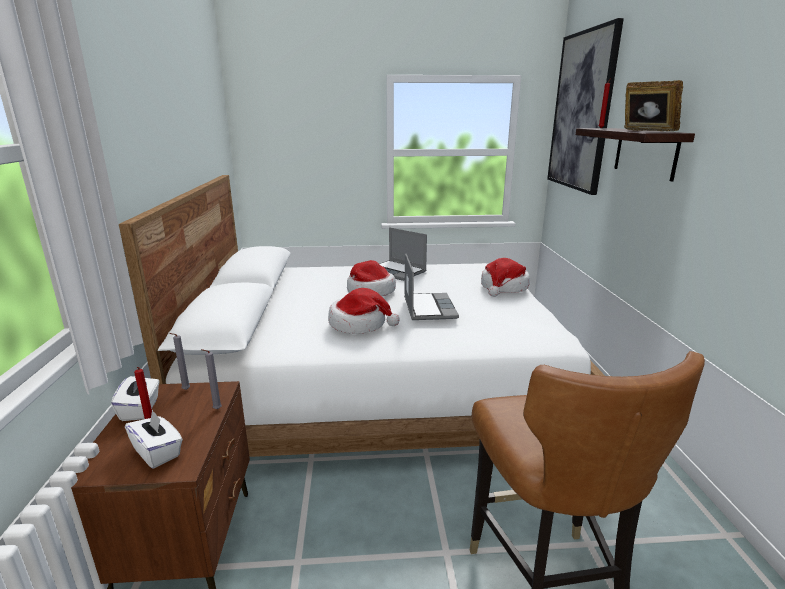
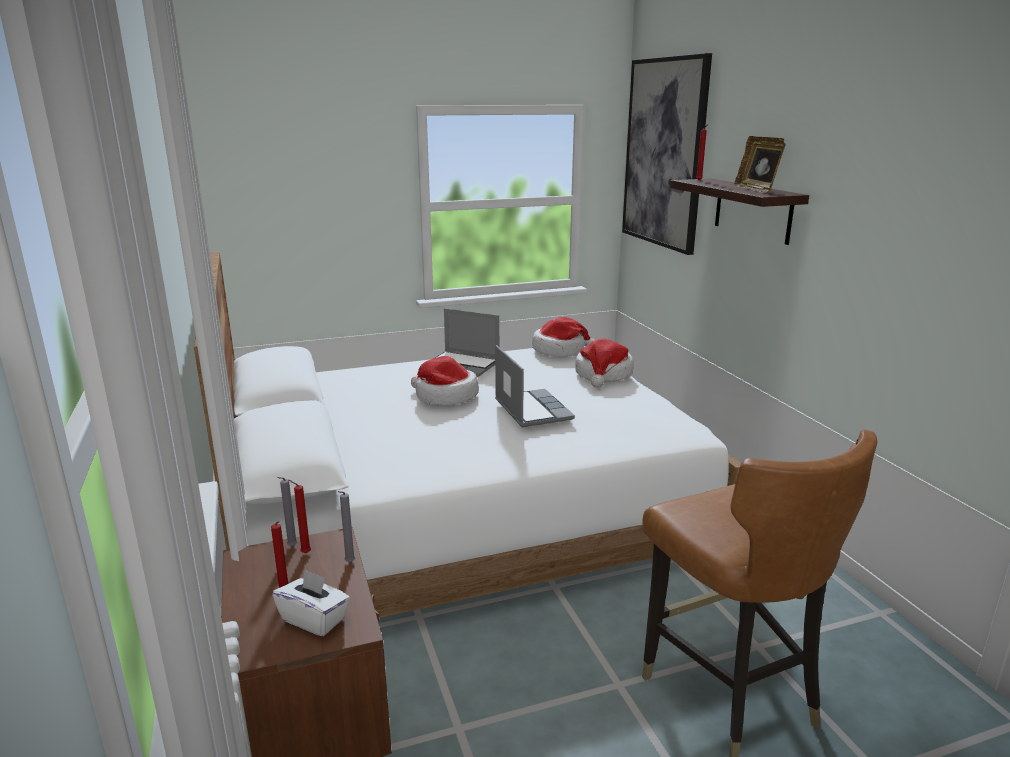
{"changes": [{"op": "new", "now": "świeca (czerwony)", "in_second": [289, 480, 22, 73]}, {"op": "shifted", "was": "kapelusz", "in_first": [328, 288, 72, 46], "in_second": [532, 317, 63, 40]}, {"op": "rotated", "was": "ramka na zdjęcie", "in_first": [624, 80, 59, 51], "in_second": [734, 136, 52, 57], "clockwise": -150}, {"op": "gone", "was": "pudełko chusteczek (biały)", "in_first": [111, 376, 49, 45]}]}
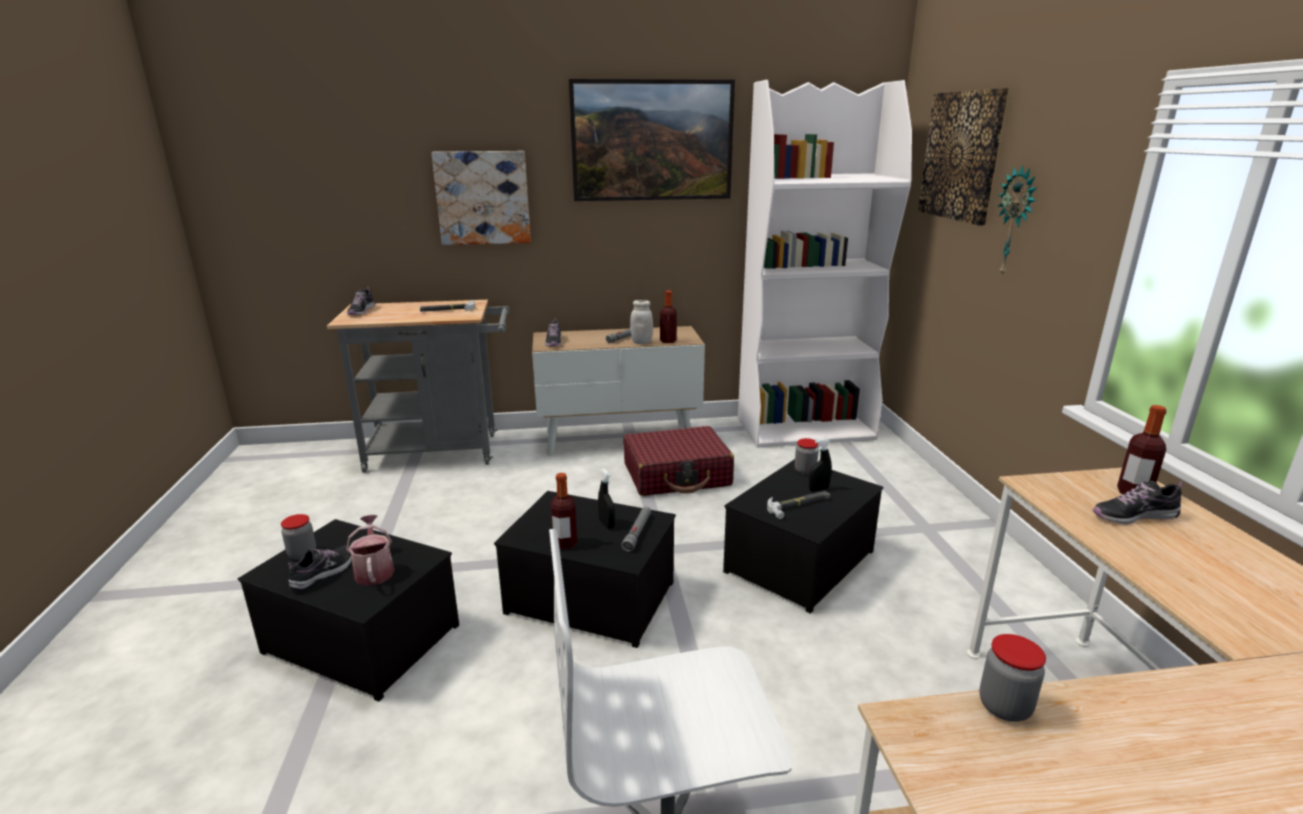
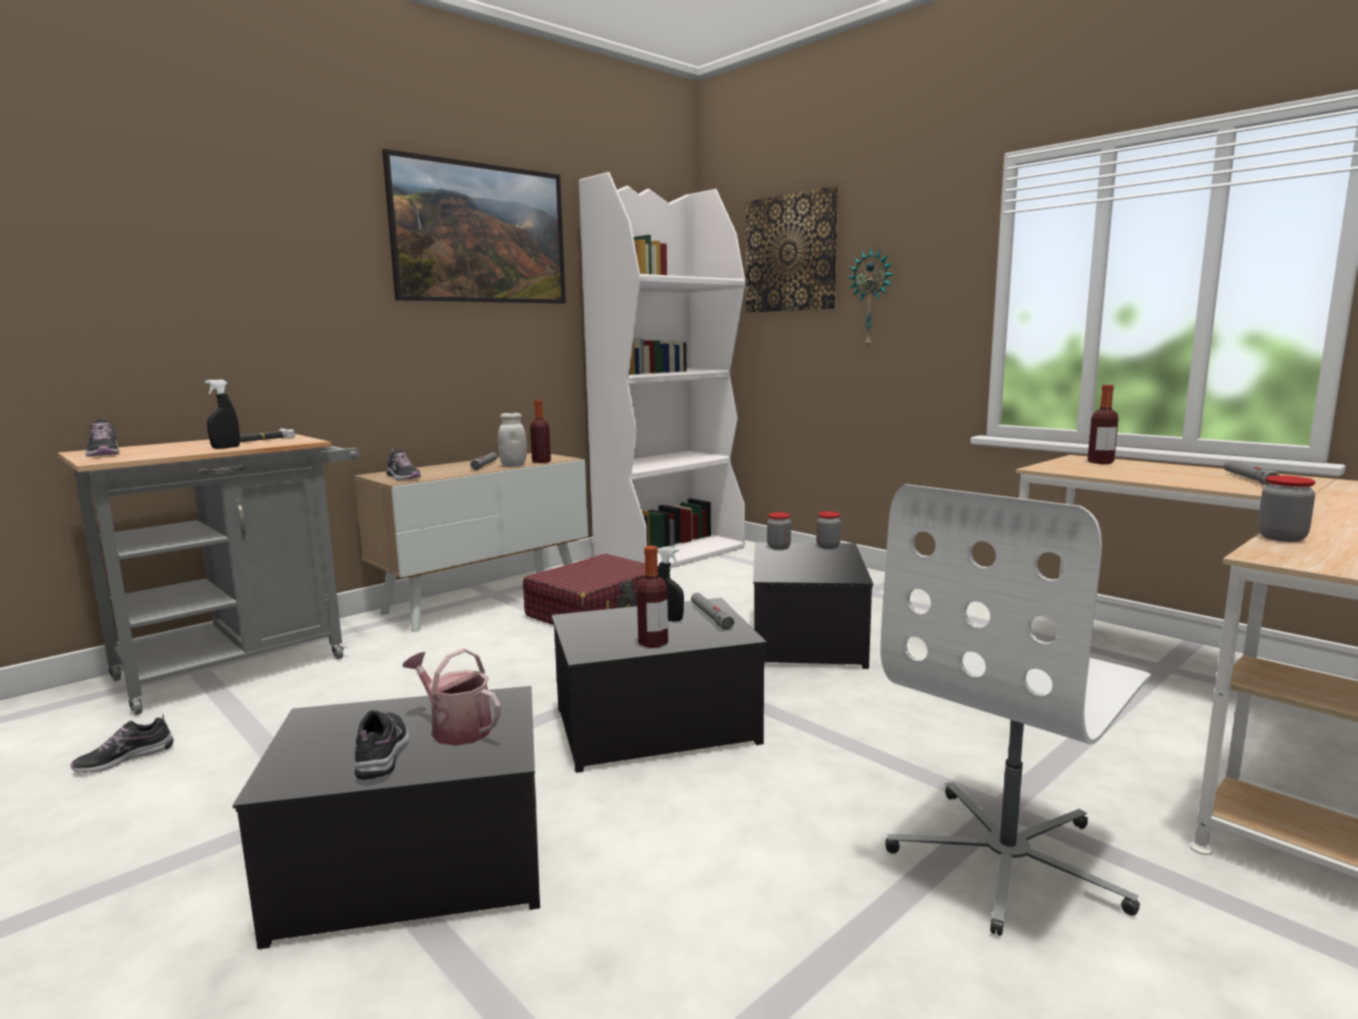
{"changes": [{"op": "shifted", "was": "but", "in_first": [1093, 481, 90, 44], "in_second": [71, 714, 103, 59]}, {"op": "shifted", "was": "spryskiwacz (czarny)", "in_first": [809, 439, 23, 52], "in_second": [205, 380, 35, 69]}, {"op": "shifted", "was": "słoik", "in_first": [281, 514, 35, 46], "in_second": [816, 511, 25, 38]}, {"op": "new", "now": "latarka (szary)", "in_second": [1224, 460, 55, 25]}, {"op": "gone", "was": "obraz", "in_first": [431, 151, 100, 94]}, {"op": "gone", "was": "młotek", "in_first": [767, 491, 63, 28]}]}
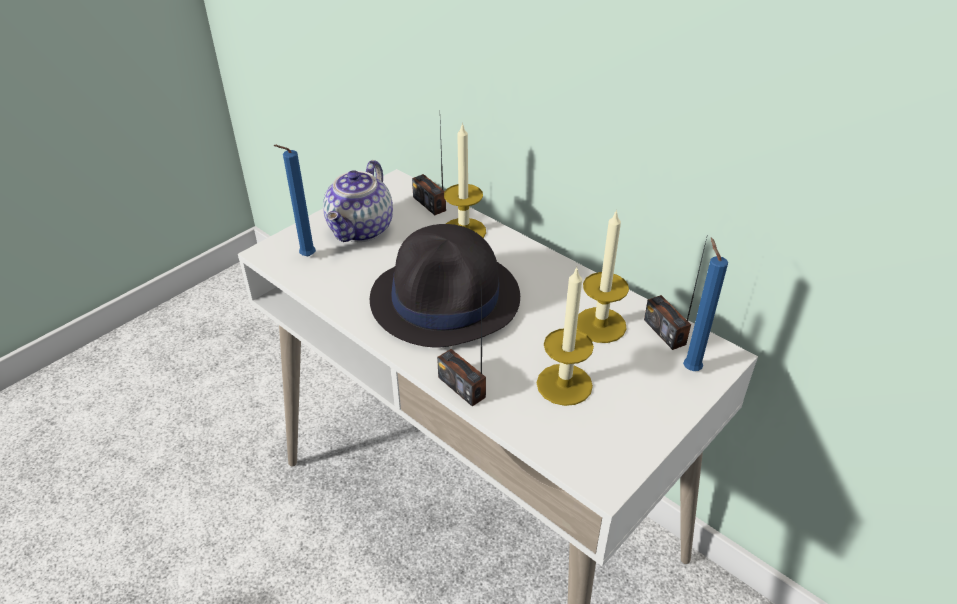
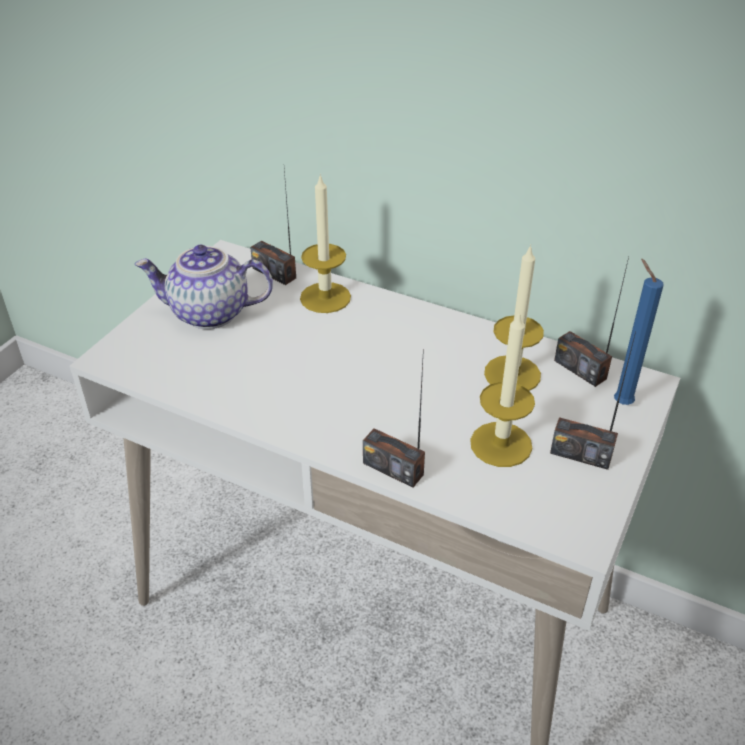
{"changes": [{"op": "rotated", "was": "imbryk", "in_first": [323, 160, 70, 82], "in_second": [135, 245, 138, 84], "clockwise": 90}, {"op": "new", "now": "radio", "in_second": [550, 331, 86, 139]}, {"op": "gone", "was": "świeca (niebieski)", "in_first": [273, 145, 43, 112]}, {"op": "gone", "was": "kapelusz (czarny)", "in_first": [370, 224, 150, 123]}]}
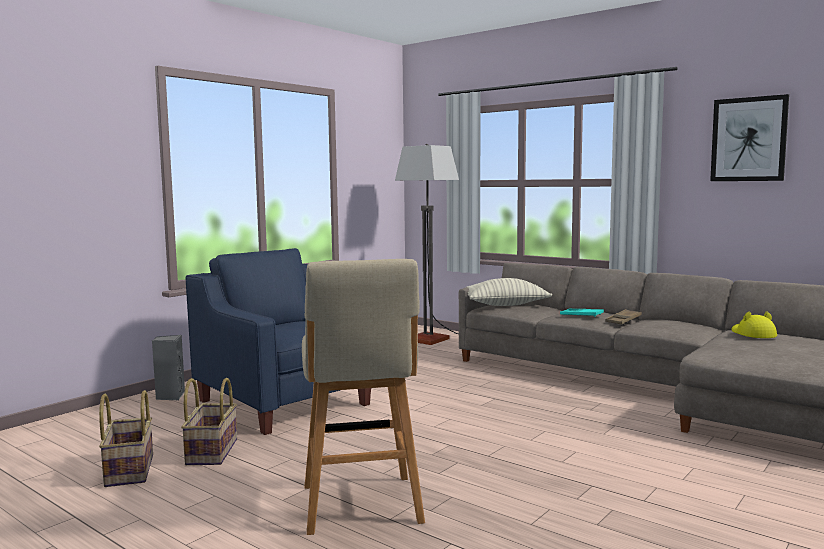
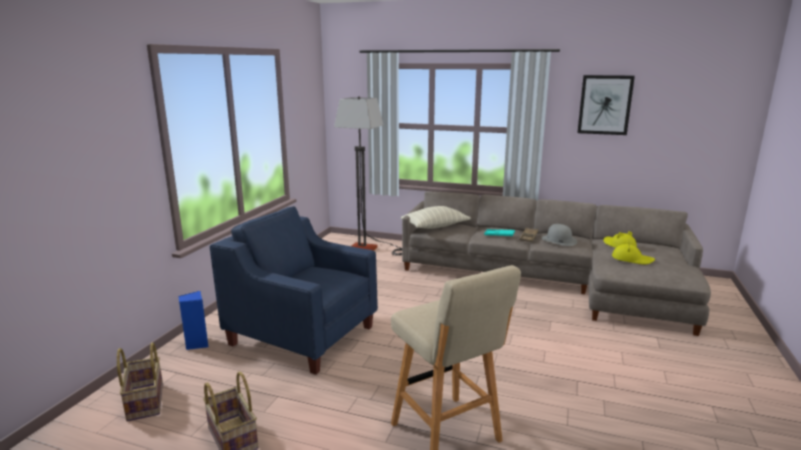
{"changes": [{"op": "shifted", "was": "koszyk", "in_first": [181, 378, 56, 87], "in_second": [117, 343, 46, 79]}, {"op": "repainted", "was": "głośnik (szary)", "now": "głośnik (niebieski)", "in_first": [152, 335, 33, 65], "in_second": [179, 291, 29, 59]}, {"op": "new", "now": "kapelusz (szary)", "in_second": [542, 224, 35, 22]}, {"op": "new", "now": "kapelusz (żółty)", "in_second": [612, 240, 43, 24]}]}
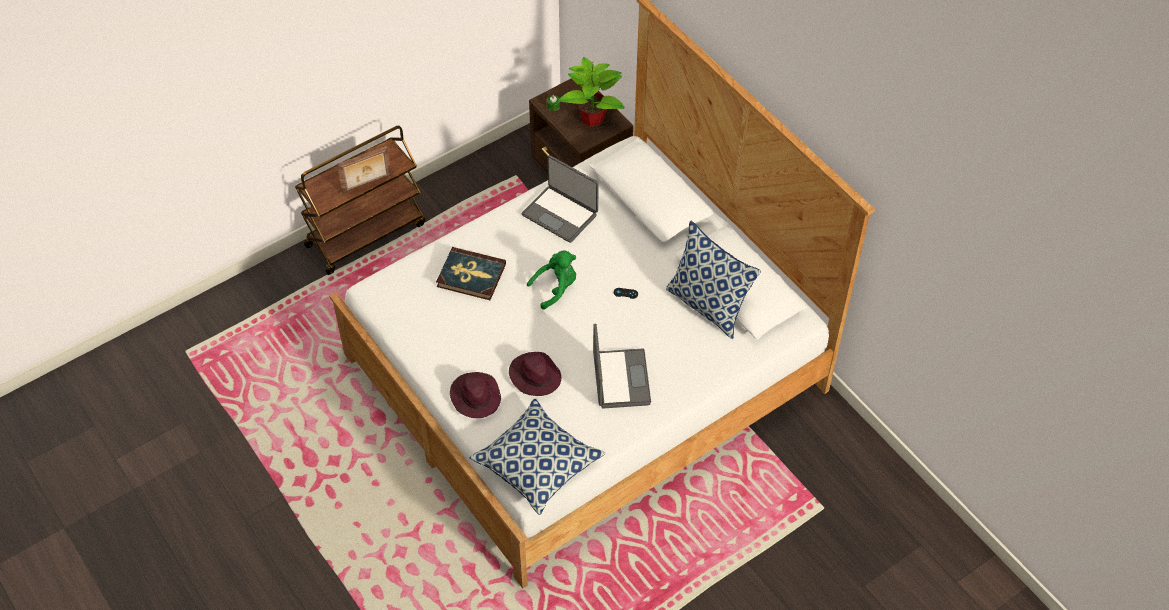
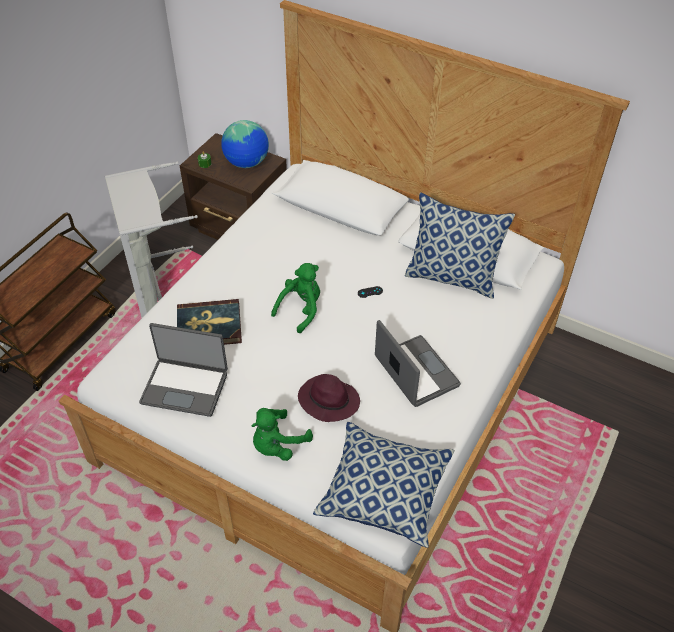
{"changes": [{"op": "new", "now": "kosz na pranie (szary)", "in_second": [105, 162, 93, 156]}, {"op": "shifted", "was": "laptop", "in_first": [522, 155, 77, 88], "in_second": [139, 323, 89, 94]}, {"op": "swapped", "was": "roślina doniczkowa", "now": "globus", "in_first": [558, 57, 67, 70], "in_second": [221, 120, 48, 48]}, {"op": "swapped", "was": "kapelusz (fioletowy)", "now": "pluszak (zielony)", "in_first": [450, 372, 51, 46], "in_second": [251, 408, 62, 53]}, {"op": "gone", "was": "ramka na zdjęcie", "in_first": [337, 146, 55, 47]}]}
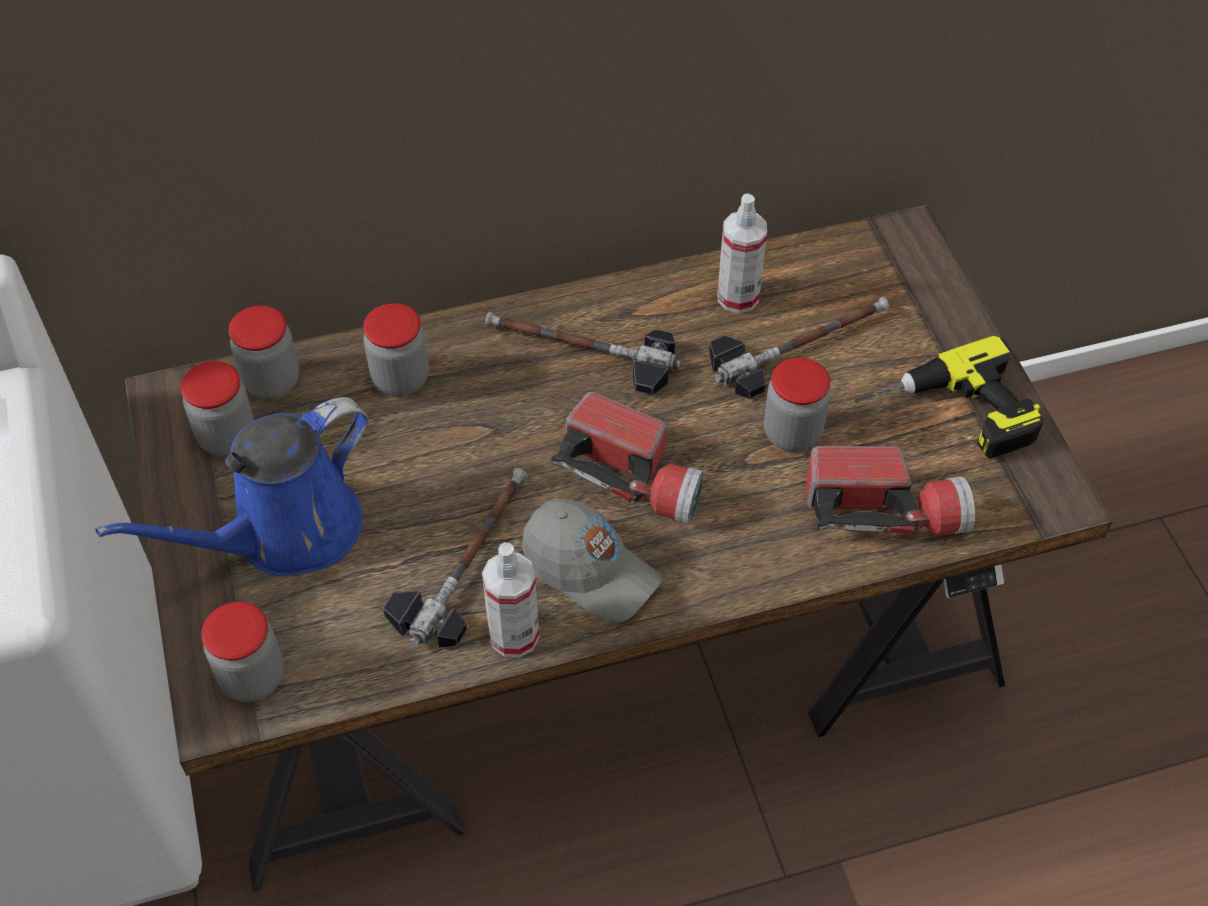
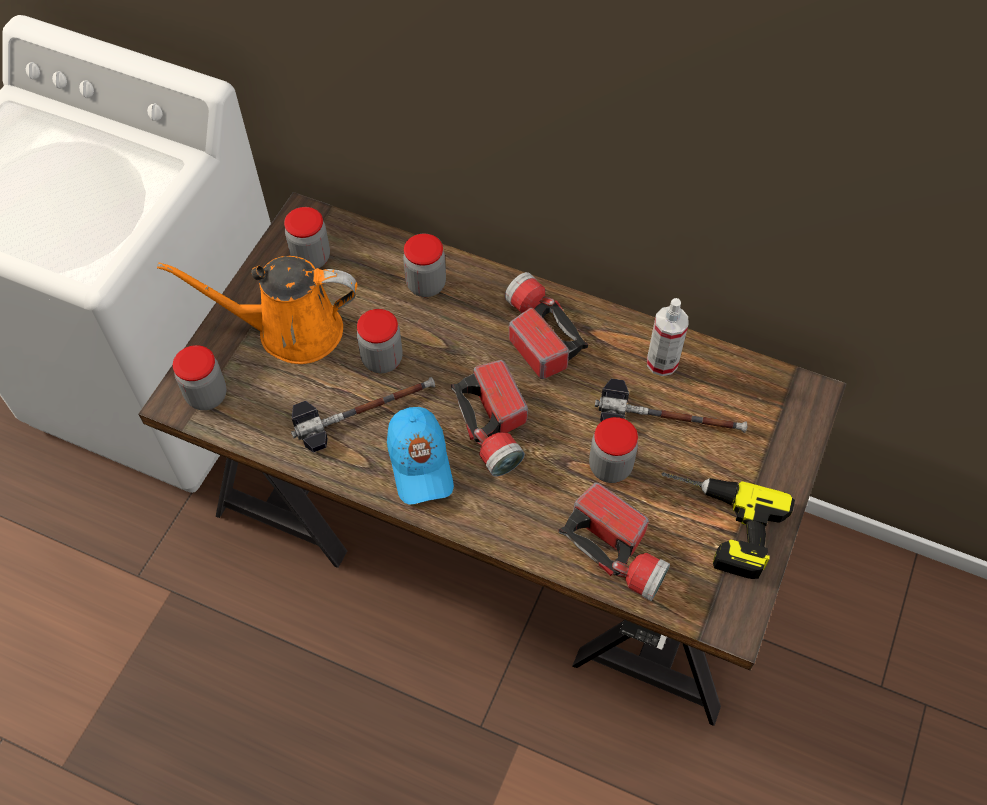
{"changes": [{"op": "repainted", "was": "konewka (niebieski)", "now": "konewka (pomarańczowy)", "in_first": [95, 397, 273, 179], "in_second": [157, 256, 200, 108]}, {"op": "shifted", "was": "słoik", "in_first": [229, 306, 70, 93], "in_second": [357, 309, 46, 64]}, {"op": "repainted", "was": "czapka z daszkiem (szary)", "now": "czapka z daszkiem (niebieski)", "in_first": [522, 498, 140, 125], "in_second": [387, 407, 67, 98]}, {"op": "swapped", "was": "młotek", "now": "latarka", "in_first": [485, 312, 196, 83], "in_second": [504, 272, 84, 107]}, {"op": "gone", "was": "spryskiwacz", "in_first": [482, 542, 57, 115]}]}
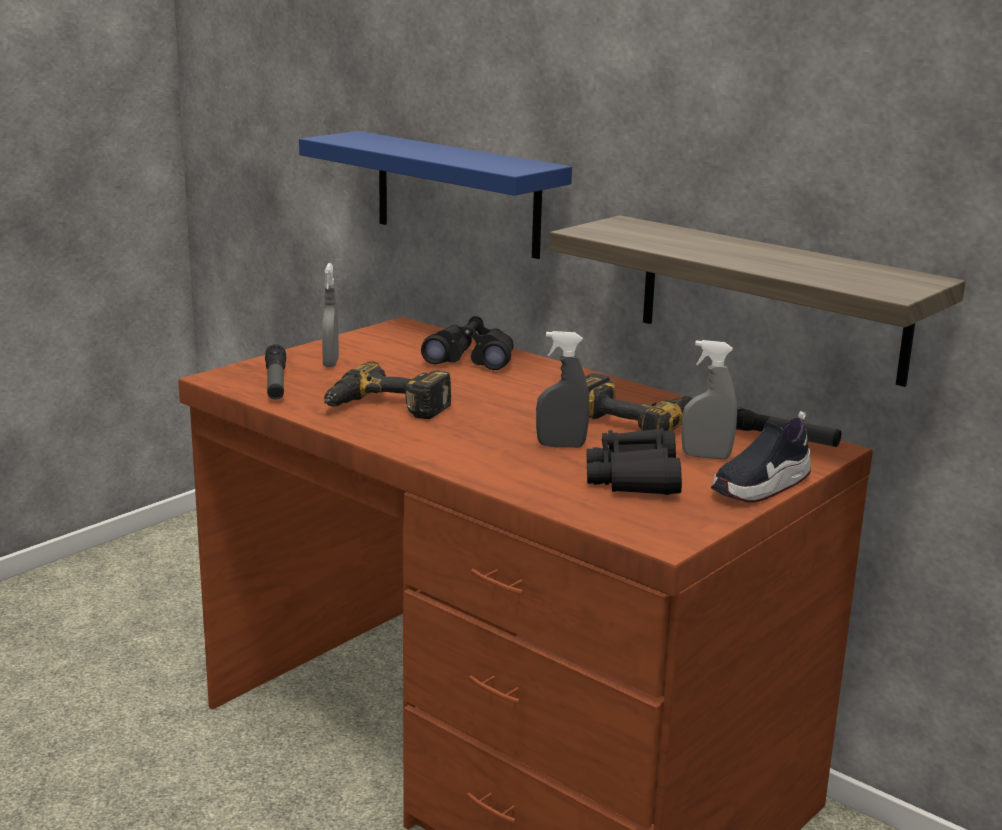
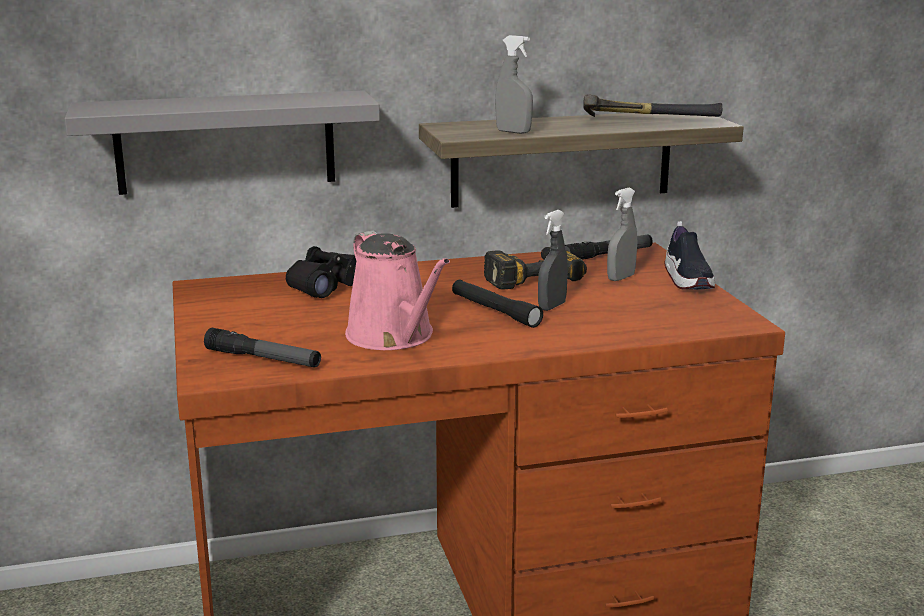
{"changes": [{"op": "repainted", "was": "półka (niebieski)", "now": "półka (szary)", "in_first": [299, 131, 273, 128], "in_second": [65, 90, 315, 105]}, {"op": "swapped", "was": "wiertarka", "now": "konewka (różowy)", "in_first": [324, 361, 127, 58], "in_second": [345, 231, 105, 119]}, {"op": "new", "now": "latarka (czarny)", "in_second": [452, 280, 91, 48]}, {"op": "shifted", "was": "spryskiwacz (szary)", "in_first": [322, 263, 17, 104], "in_second": [495, 35, 38, 99]}, {"op": "new", "now": "młotek", "in_second": [583, 94, 139, 23]}, {"op": "gone", "was": "lornetka (czarny)", "in_first": [586, 428, 96, 67]}]}
